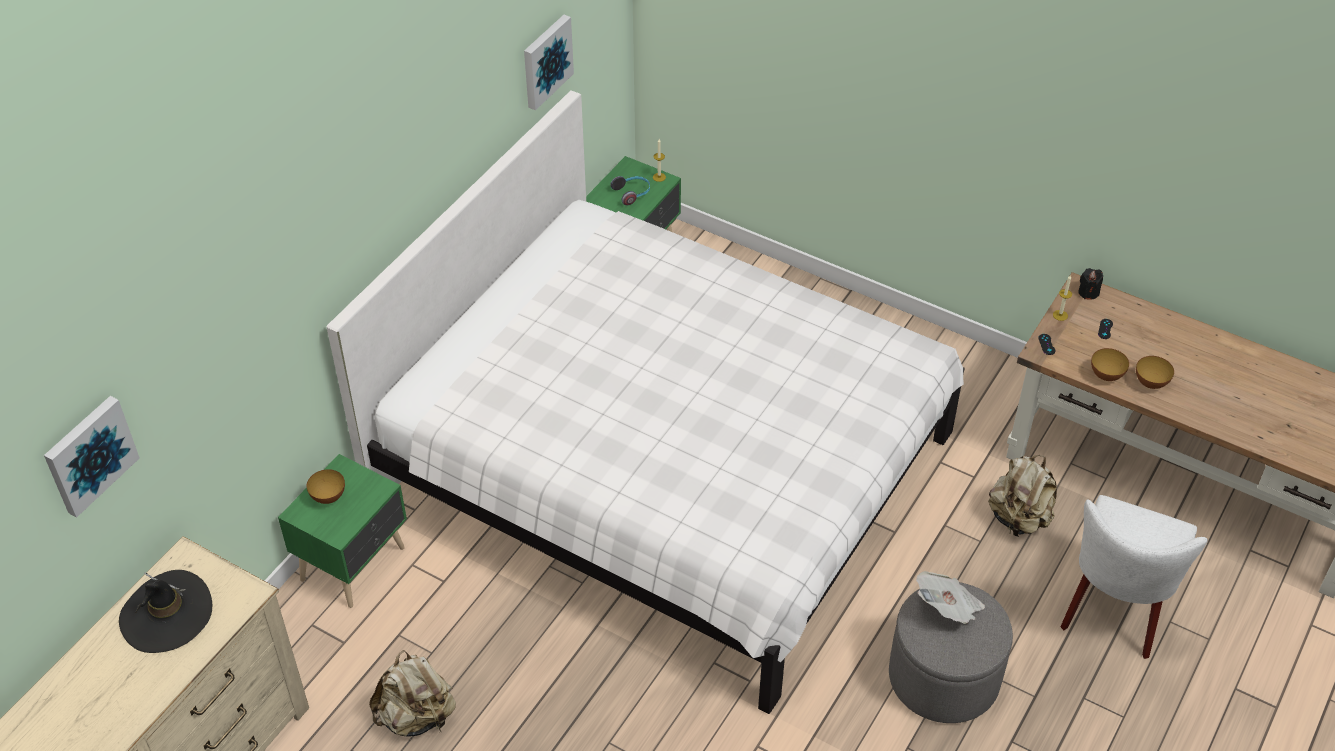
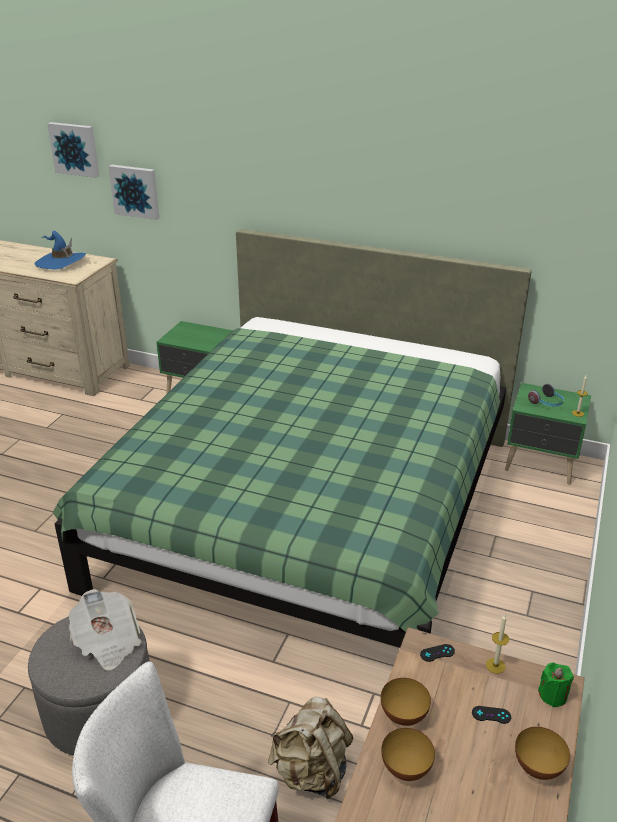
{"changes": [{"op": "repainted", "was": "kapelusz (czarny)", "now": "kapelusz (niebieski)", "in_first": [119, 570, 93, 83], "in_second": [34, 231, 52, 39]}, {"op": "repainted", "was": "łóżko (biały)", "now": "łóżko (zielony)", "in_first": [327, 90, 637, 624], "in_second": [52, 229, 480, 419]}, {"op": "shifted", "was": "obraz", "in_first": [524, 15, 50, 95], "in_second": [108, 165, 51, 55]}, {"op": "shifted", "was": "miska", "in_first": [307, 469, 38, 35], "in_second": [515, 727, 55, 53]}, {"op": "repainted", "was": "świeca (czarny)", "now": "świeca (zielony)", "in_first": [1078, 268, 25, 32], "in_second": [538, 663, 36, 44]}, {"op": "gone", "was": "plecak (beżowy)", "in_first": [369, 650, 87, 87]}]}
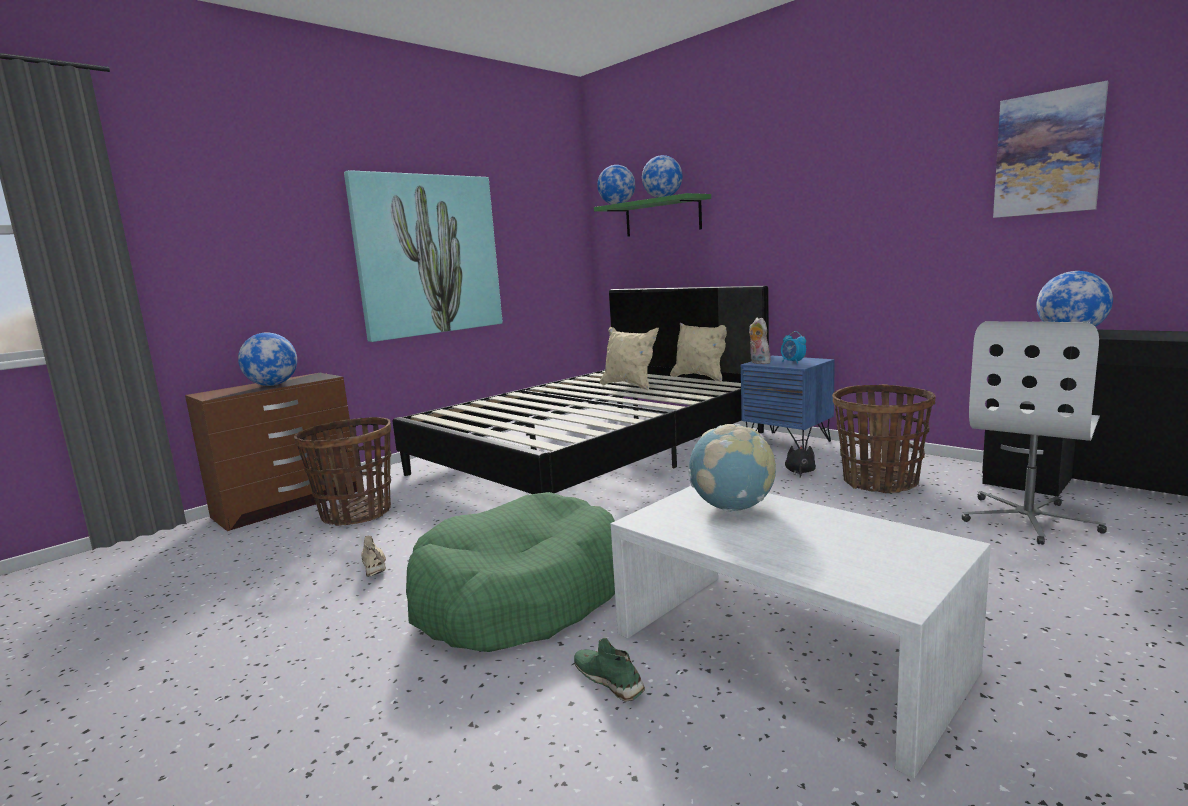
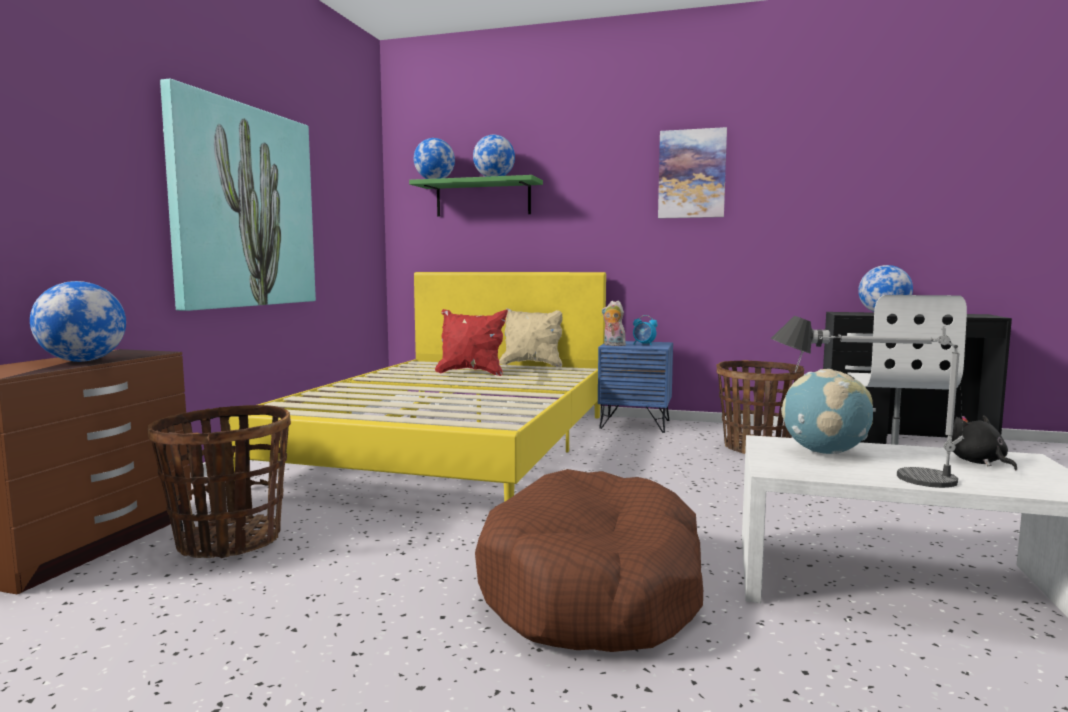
{"changes": [{"op": "repainted", "was": "łóżko (czarny)", "now": "łóżko (żółty)", "in_first": [393, 286, 376, 208], "in_second": [228, 272, 378, 230]}, {"op": "repainted", "was": "poduszka (beżowy)", "now": "poduszka (czerwony)", "in_first": [600, 327, 59, 63], "in_second": [435, 309, 73, 67]}, {"op": "repainted", "was": "legowisko (zielony)", "now": "legowisko (brązowy)", "in_first": [406, 492, 209, 160], "in_second": [475, 469, 228, 183]}, {"op": "shifted", "was": "obraz", "in_first": [993, 81, 116, 137], "in_second": [658, 127, 69, 92]}, {"op": "new", "now": "lampa stołowa", "in_second": [771, 316, 193, 172]}, {"op": "shifted", "was": "pluszak (czarny)", "in_first": [785, 445, 31, 33], "in_second": [952, 415, 65, 55]}, {"op": "gone", "was": "but (beżowy)", "in_first": [361, 535, 25, 42]}, {"op": "gone", "was": "but (zielony)", "in_first": [574, 638, 71, 64]}]}
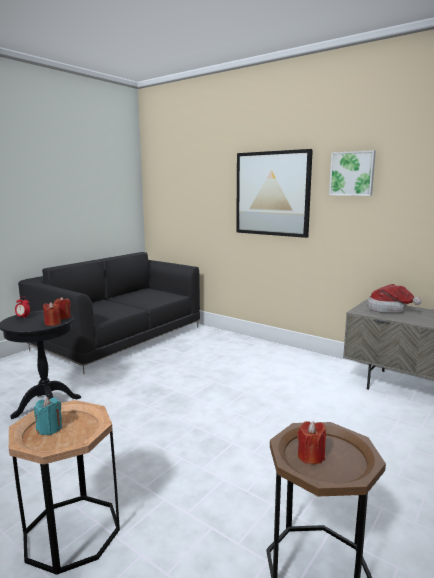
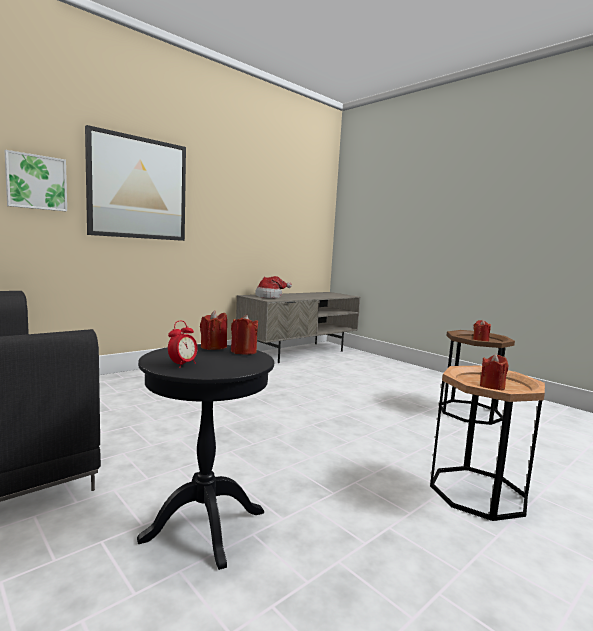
{"changes": [{"op": "shifted", "was": "obraz", "in_first": [329, 150, 47, 46], "in_second": [5, 150, 62, 61]}, {"op": "repainted", "was": "świeca (turkusowy)", "now": "świeca (czerwony)", "in_first": [34, 398, 28, 37], "in_second": [480, 354, 29, 36]}]}
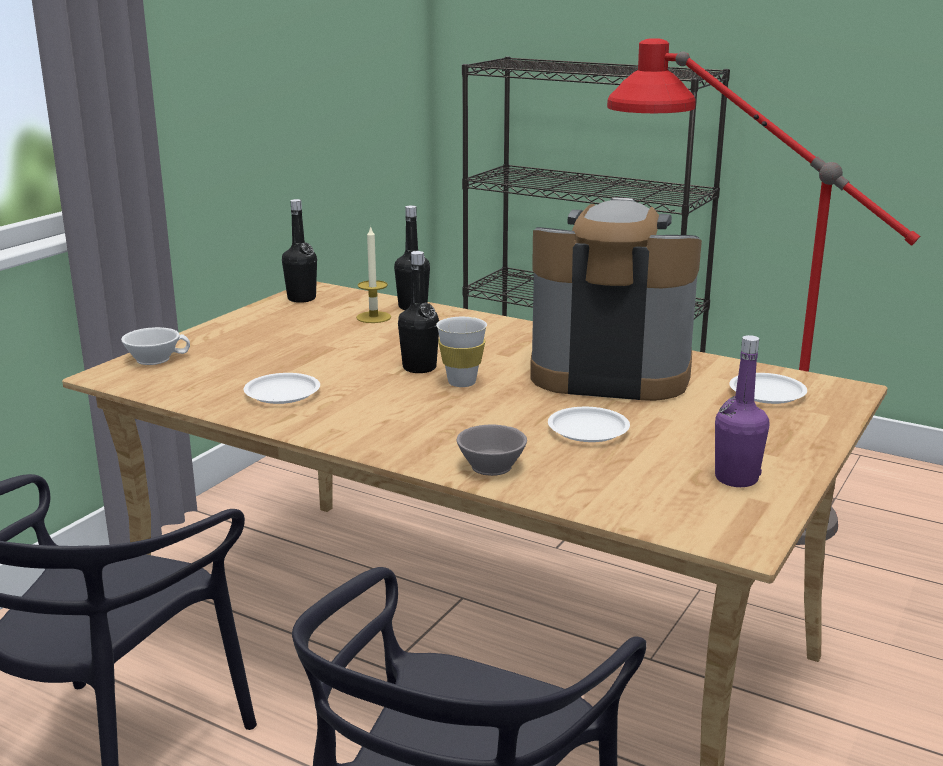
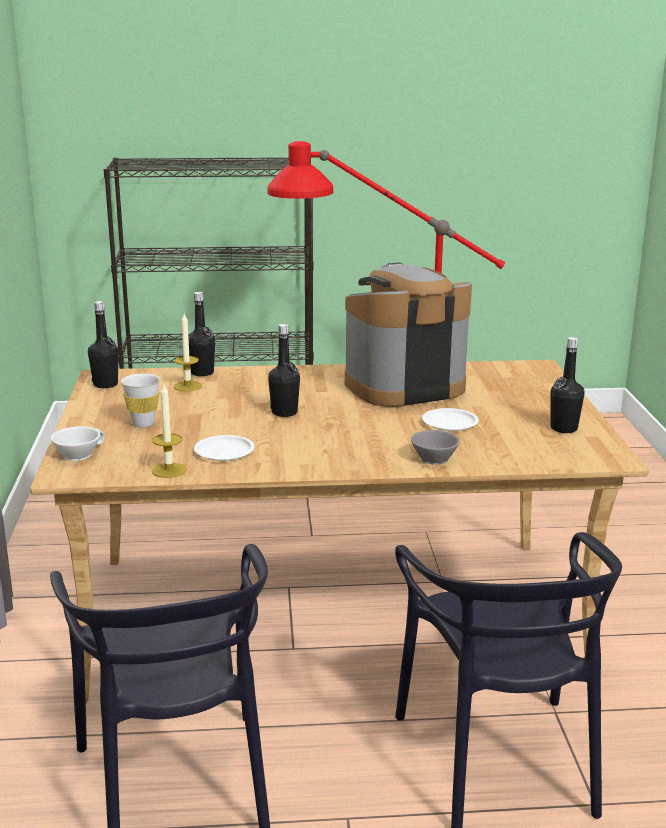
{"changes": [{"op": "shifted", "was": "filiżanka (biały)", "in_first": [436, 317, 51, 70], "in_second": [121, 373, 39, 55]}, {"op": "new", "now": "świeca", "in_second": [152, 385, 35, 93]}, {"op": "repainted", "was": "butelka (fioletowy)", "now": "butelka (czarny)", "in_first": [715, 335, 54, 152], "in_second": [550, 337, 34, 96]}, {"op": "gone", "was": "talerz (biały)", "in_first": [729, 373, 78, 31]}]}
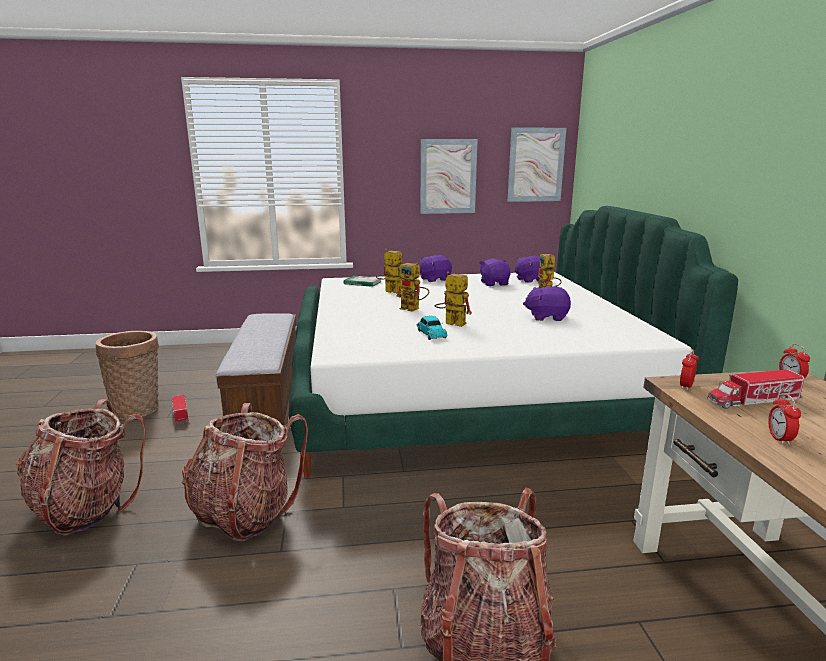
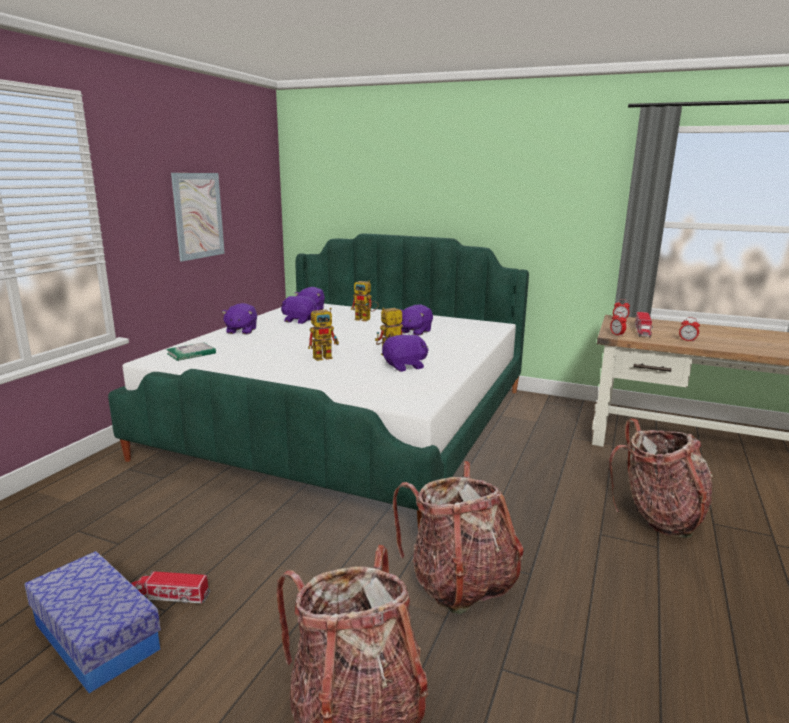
{"changes": [{"op": "swapped", "was": "koszyk", "now": "pojemnik do przechowywania", "in_first": [96, 331, 63, 89], "in_second": [24, 551, 137, 142]}, {"op": "swapped", "was": "samochodzik", "now": "pluszak (fioletowy)", "in_first": [416, 316, 31, 24], "in_second": [382, 335, 46, 37]}, {"op": "gone", "was": "ławka", "in_first": [216, 313, 80, 113]}, {"op": "gone", "was": "robot zabawkowy", "in_first": [376, 249, 26, 45]}, {"op": "gone", "was": "obraz", "in_first": [508, 127, 58, 75]}]}
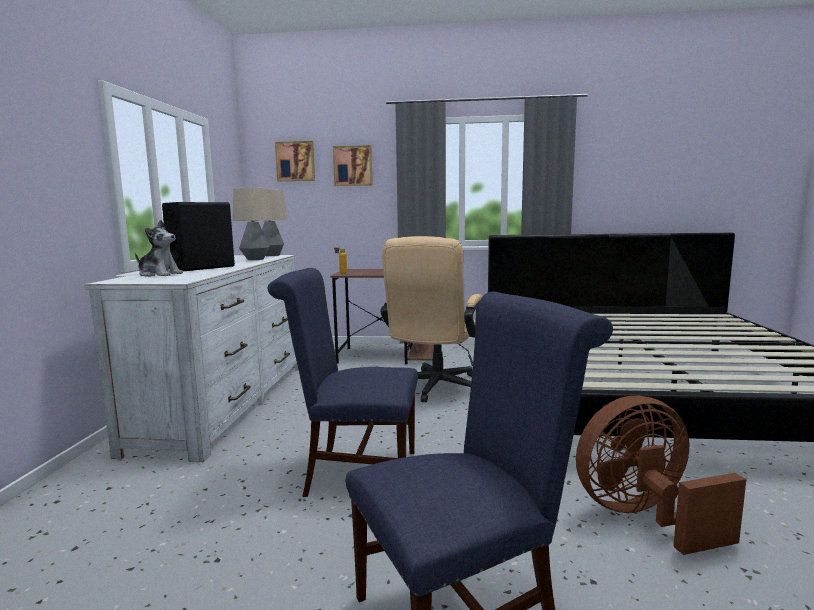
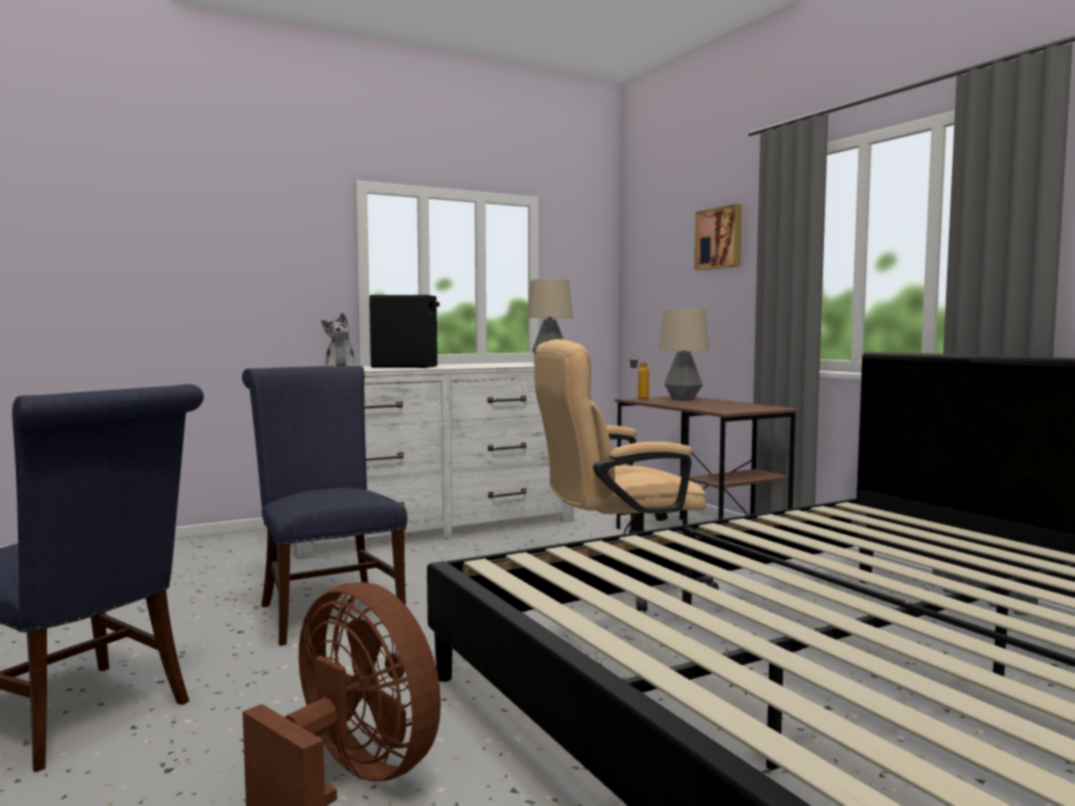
{"changes": [{"op": "shifted", "was": "lampa stołowa", "in_first": [232, 188, 41, 72], "in_second": [659, 309, 50, 92]}, {"op": "gone", "was": "obraz", "in_first": [275, 141, 40, 40]}]}
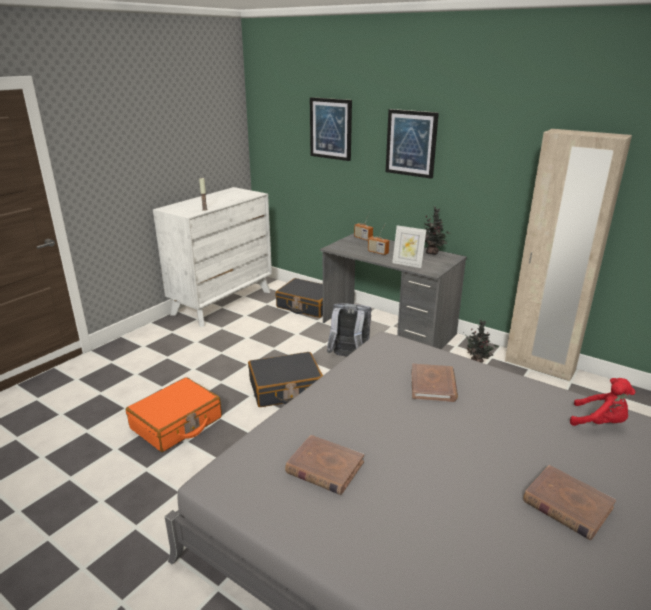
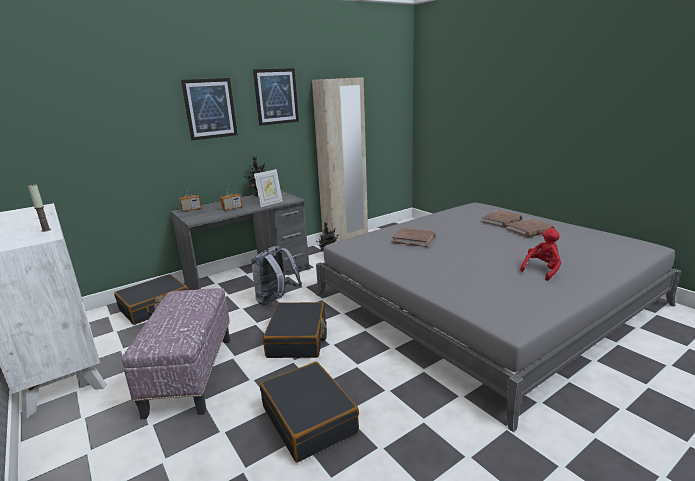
{"changes": [{"op": "new", "now": "pufa", "in_second": [121, 288, 109, 131]}, {"op": "shifted", "was": "obraz", "in_first": [310, 97, 42, 64], "in_second": [253, 68, 46, 58]}, {"op": "repainted", "was": "walizka (pomarańczowy)", "now": "walizka (czarny)", "in_first": [126, 377, 96, 75], "in_second": [260, 362, 99, 100]}, {"op": "shifted", "was": "książka (brązowy)", "in_first": [285, 435, 79, 60], "in_second": [481, 210, 42, 18]}, {"op": "shifted", "was": "pluszak (czerwony)", "in_first": [570, 378, 65, 48], "in_second": [520, 228, 41, 53]}]}
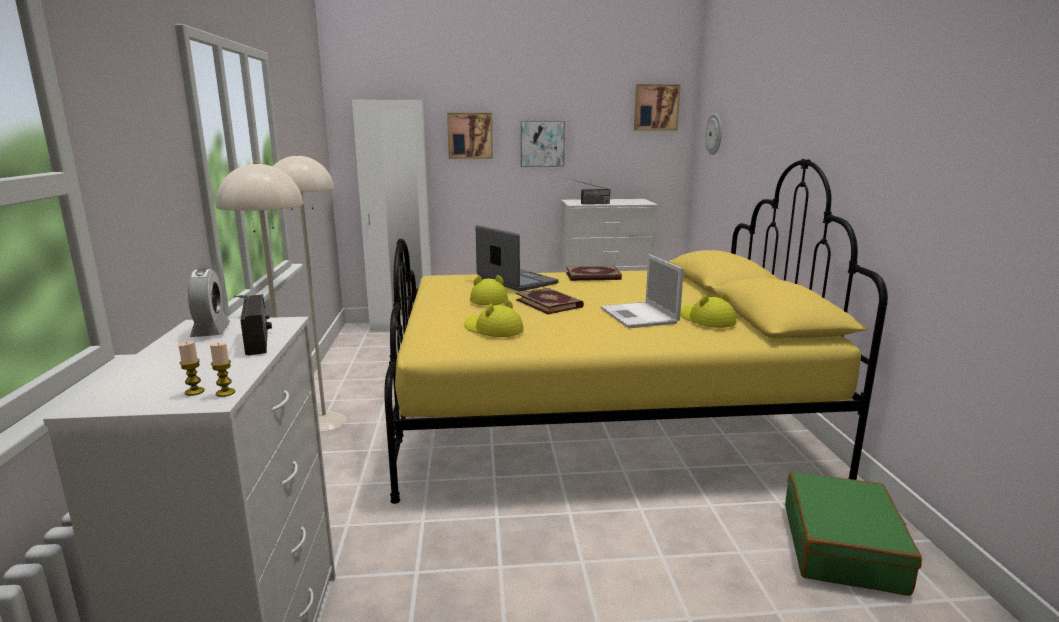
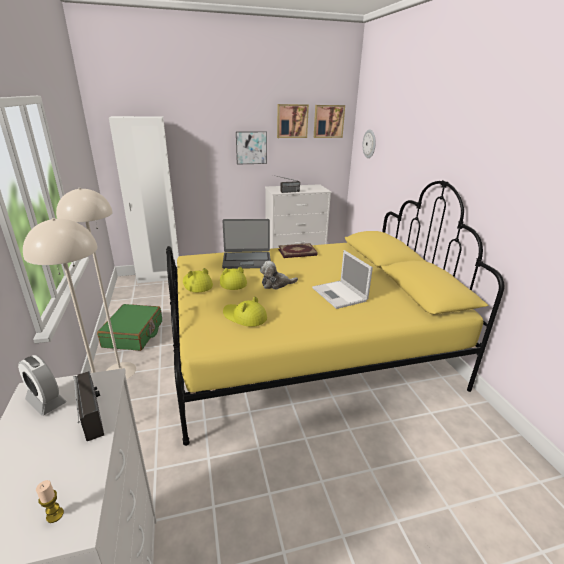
{"changes": [{"op": "rotated", "was": "budzik", "in_first": [188, 268, 42, 69], "in_second": [18, 355, 49, 61], "clockwise": 150}, {"op": "shifted", "was": "walizka (zielony)", "in_first": [785, 472, 137, 124], "in_second": [97, 304, 65, 47]}, {"op": "shifted", "was": "kapelusz (żółty)", "in_first": [680, 293, 57, 35], "in_second": [183, 268, 30, 24]}, {"op": "rotated", "was": "laptop", "in_first": [475, 225, 84, 66], "in_second": [222, 219, 49, 50], "clockwise": 135}, {"op": "swapped", "was": "książka", "now": "pluszak", "in_first": [516, 288, 68, 26], "in_second": [260, 261, 38, 29]}, {"op": "shifted", "was": "obraz", "in_first": [447, 113, 46, 46], "in_second": [277, 104, 32, 34]}, {"op": "gone", "was": "świeca", "in_first": [210, 343, 25, 54]}]}
